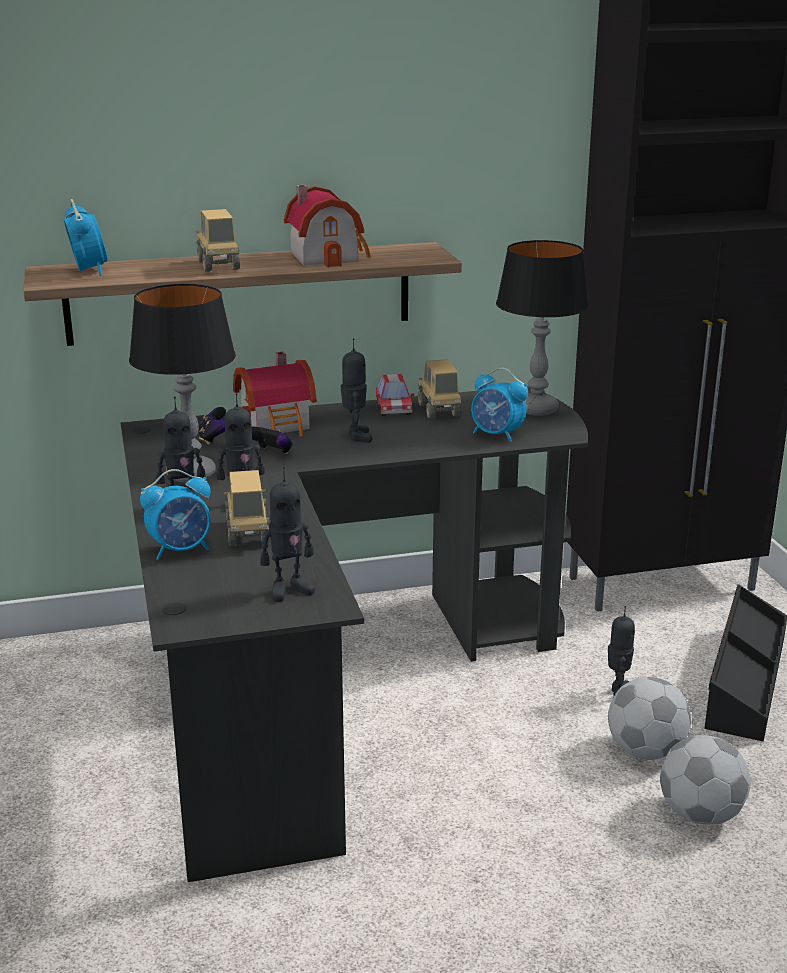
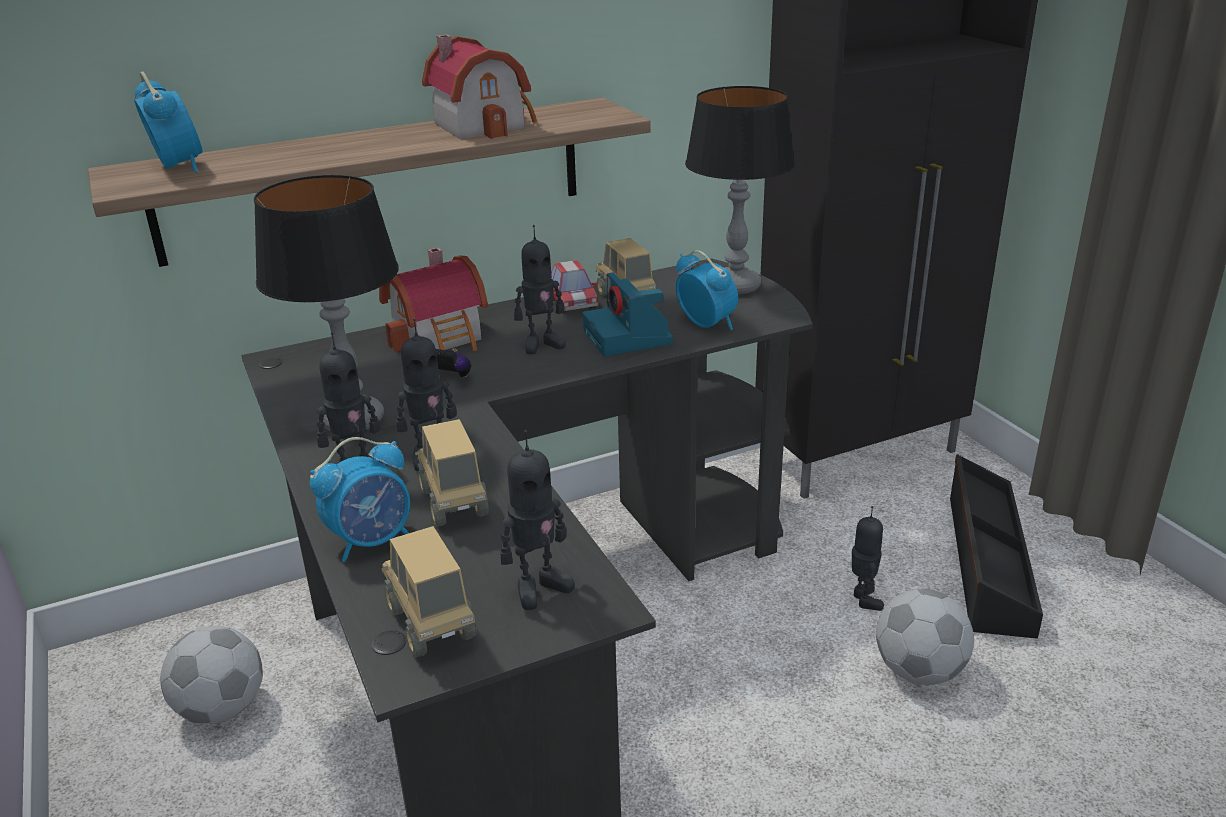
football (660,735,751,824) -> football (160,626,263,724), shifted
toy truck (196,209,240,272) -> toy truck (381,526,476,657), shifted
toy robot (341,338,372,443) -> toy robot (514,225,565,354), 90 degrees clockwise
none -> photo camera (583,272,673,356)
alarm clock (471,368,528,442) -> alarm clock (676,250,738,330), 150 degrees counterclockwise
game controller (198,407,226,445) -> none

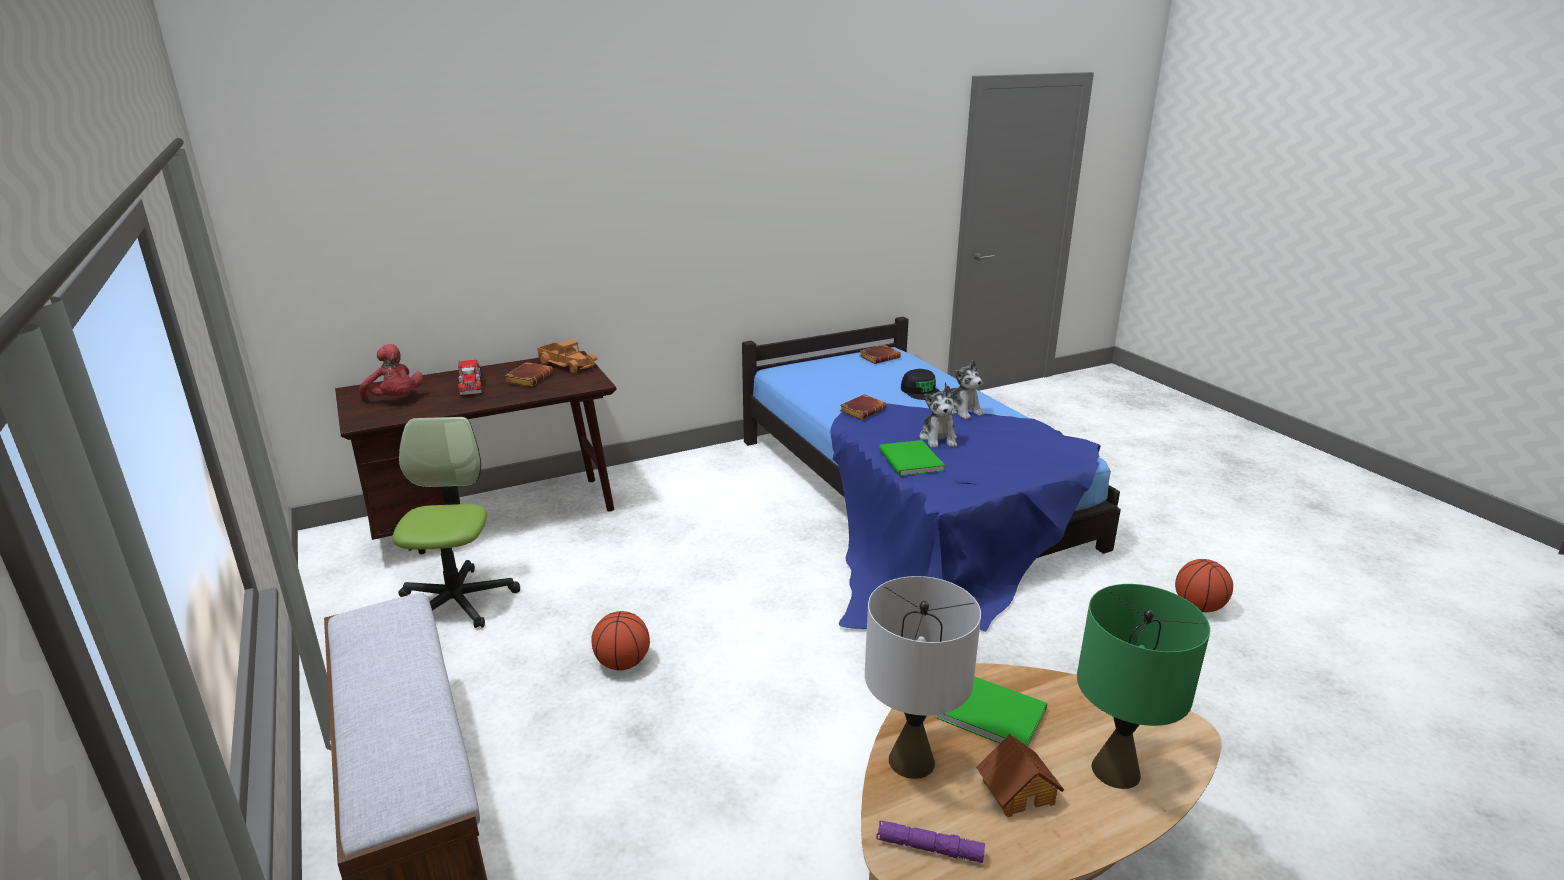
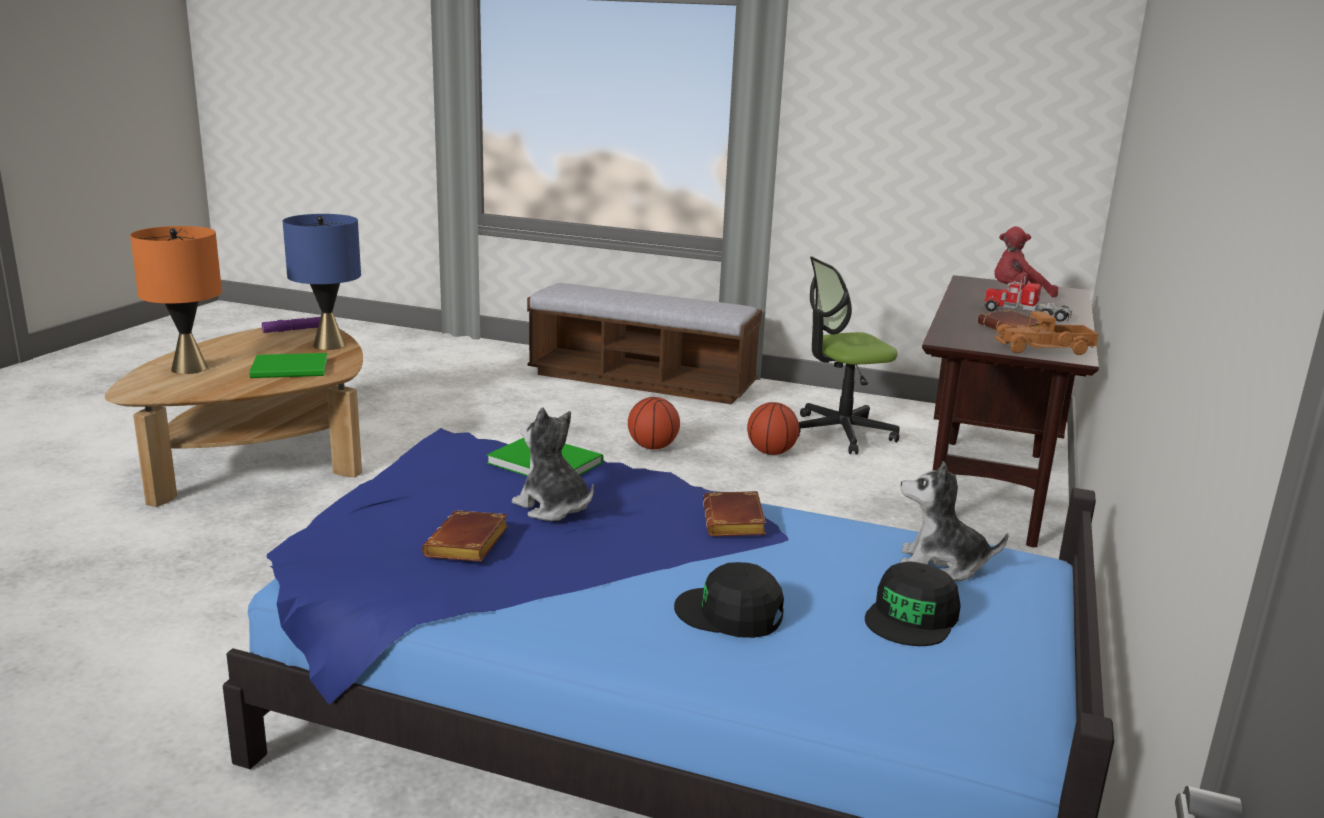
table lamp in green (1077,584,1210,789) -> table lamp in orange (130,226,222,374)
table lamp in grey (865,576,981,779) -> table lamp in blue (283,214,361,350)
book in brown (859,345,901,364) -> book in brown (422,510,509,562), shifted
basketball (1175,559,1233,612) -> basketball (747,402,799,455), shifted
office chair (392,417,520,628) -> office chair (798,257,900,454), 120 degrees clockwise
none -> cap in black (865,561,961,646)
plush toy (945,360,984,420) -> plush toy (900,461,1009,581), shifted
toy house (976,733,1064,817) -> none

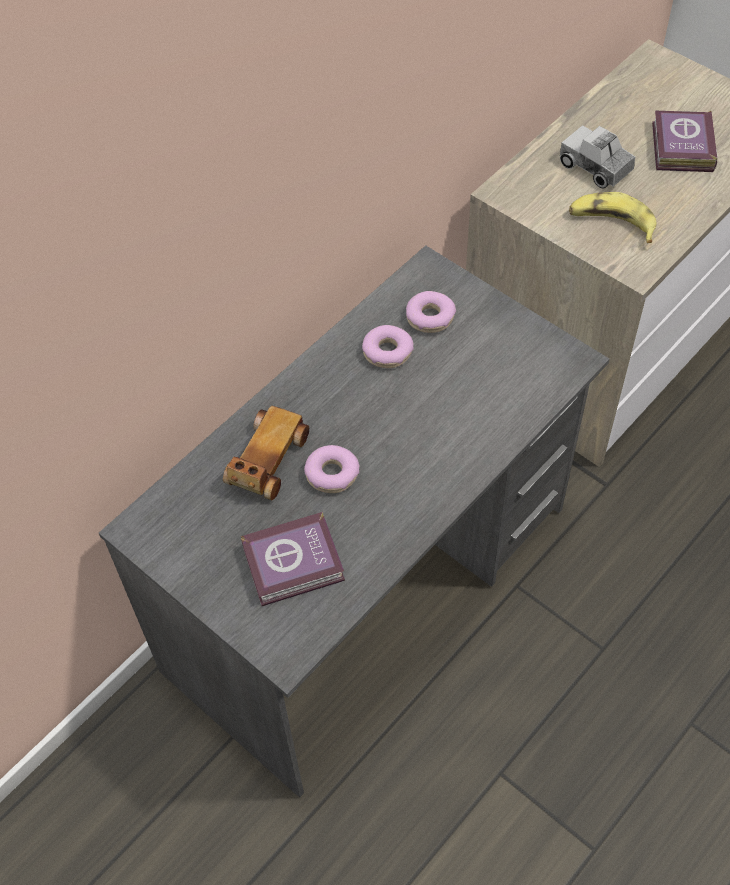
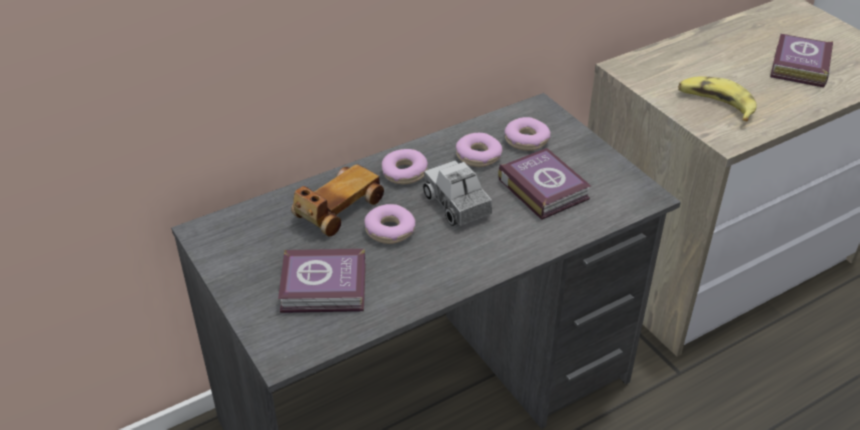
none -> donut (382,149,428,184)
toy truck (560,125,635,189) -> toy truck (423,161,492,226), shifted
none -> book (498,148,591,220)

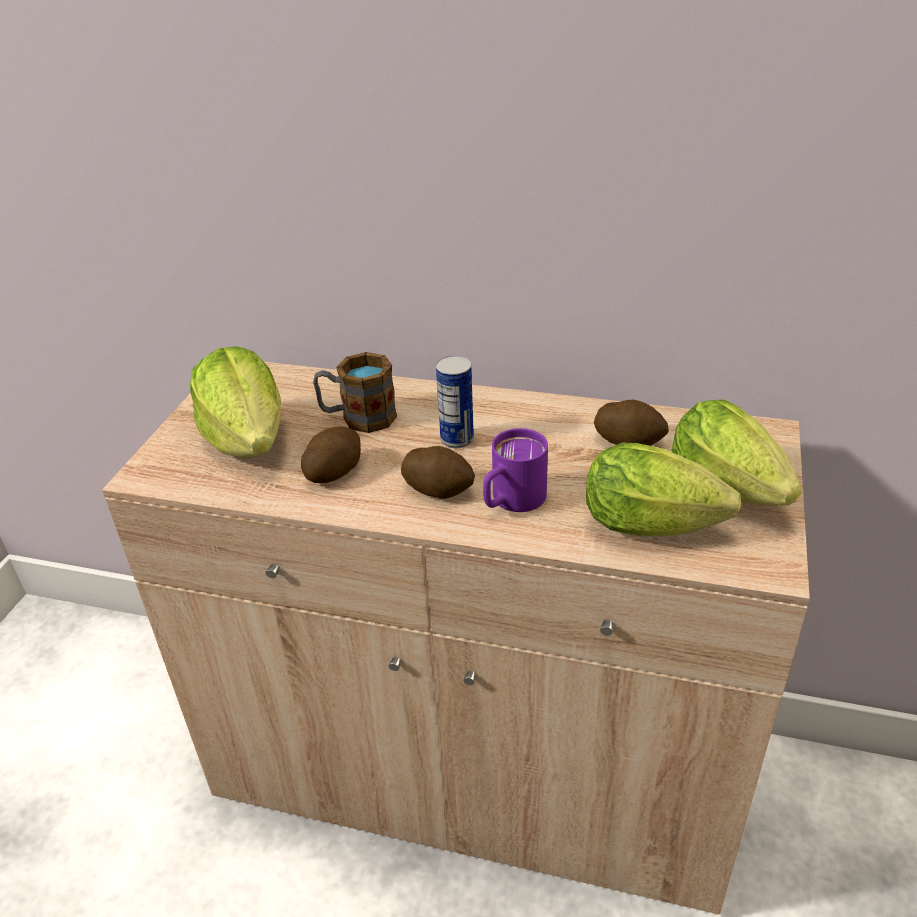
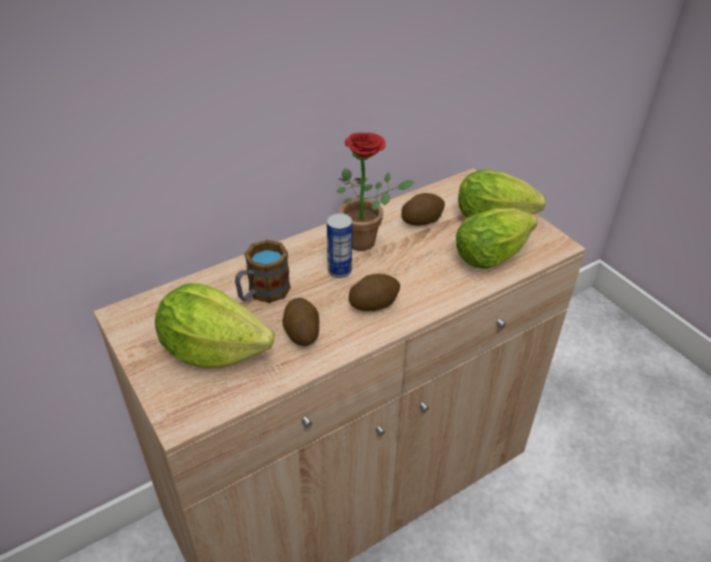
none -> potted plant (337,132,415,251)
mug in purple (483,428,548,512) -> none

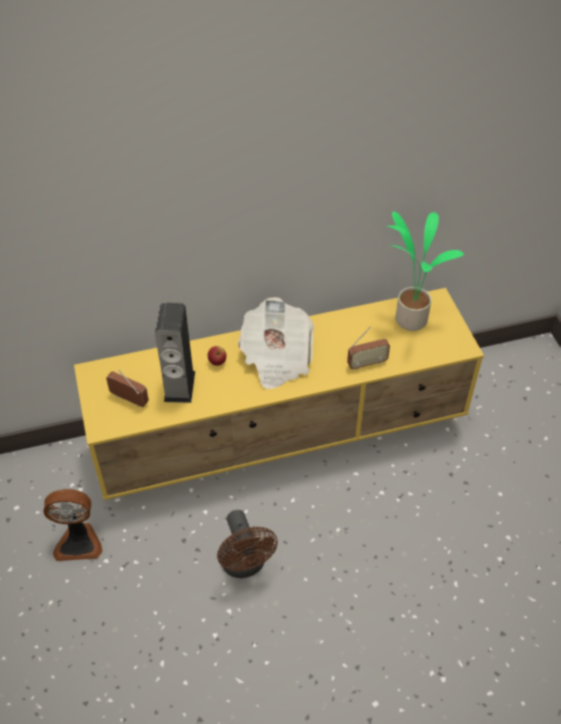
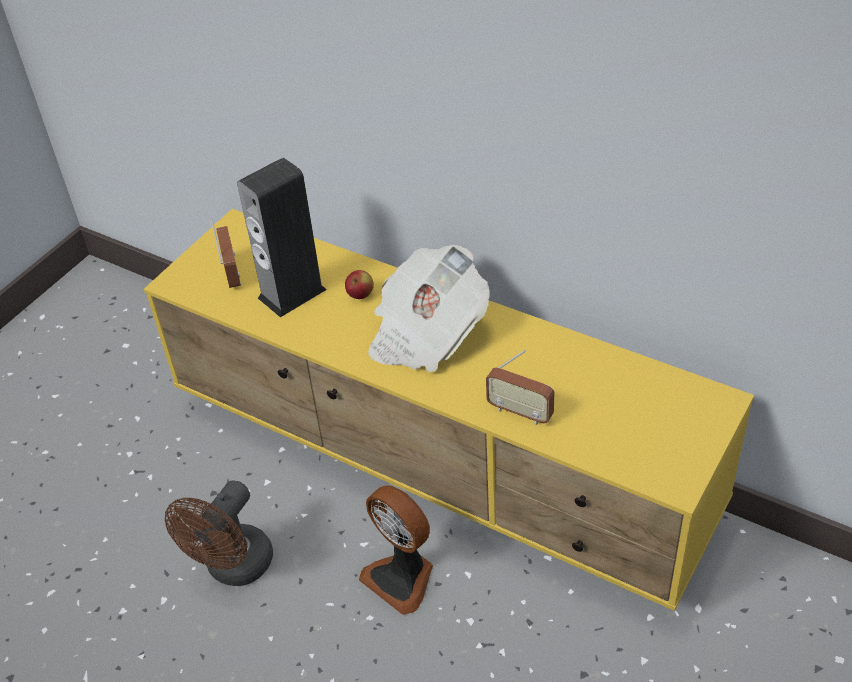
fan (43,489,102,561) -> fan (359,485,433,615), shifted
potted plant (386,212,464,331) -> none

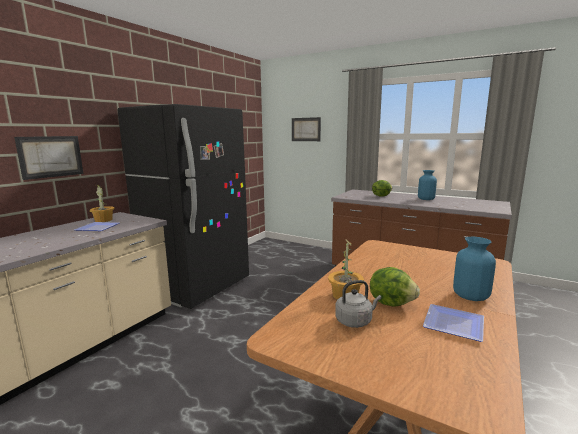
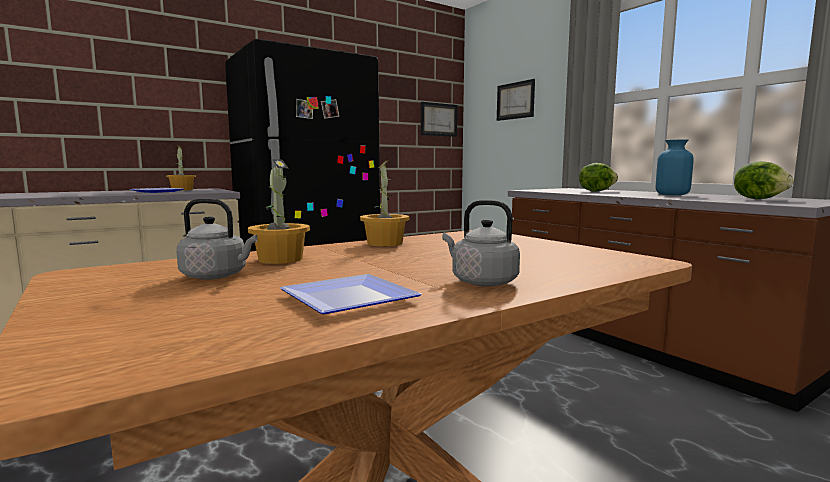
none -> potted plant (360,161,409,246)
picture (14,136,83,180) -> picture (421,102,458,137), shifted
vase in blue (453,237,496,301) -> kettle in grey (442,200,520,287)
lettuce (370,267,420,306) -> lettuce (734,161,794,199), shifted

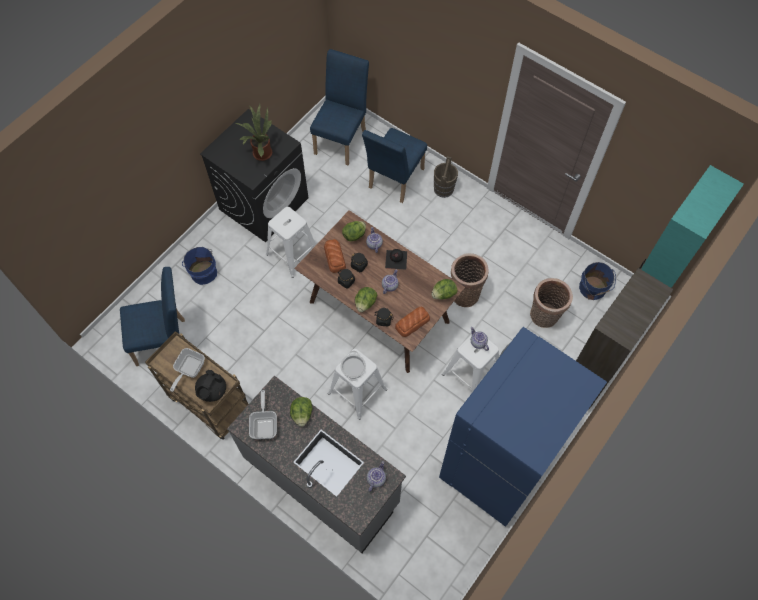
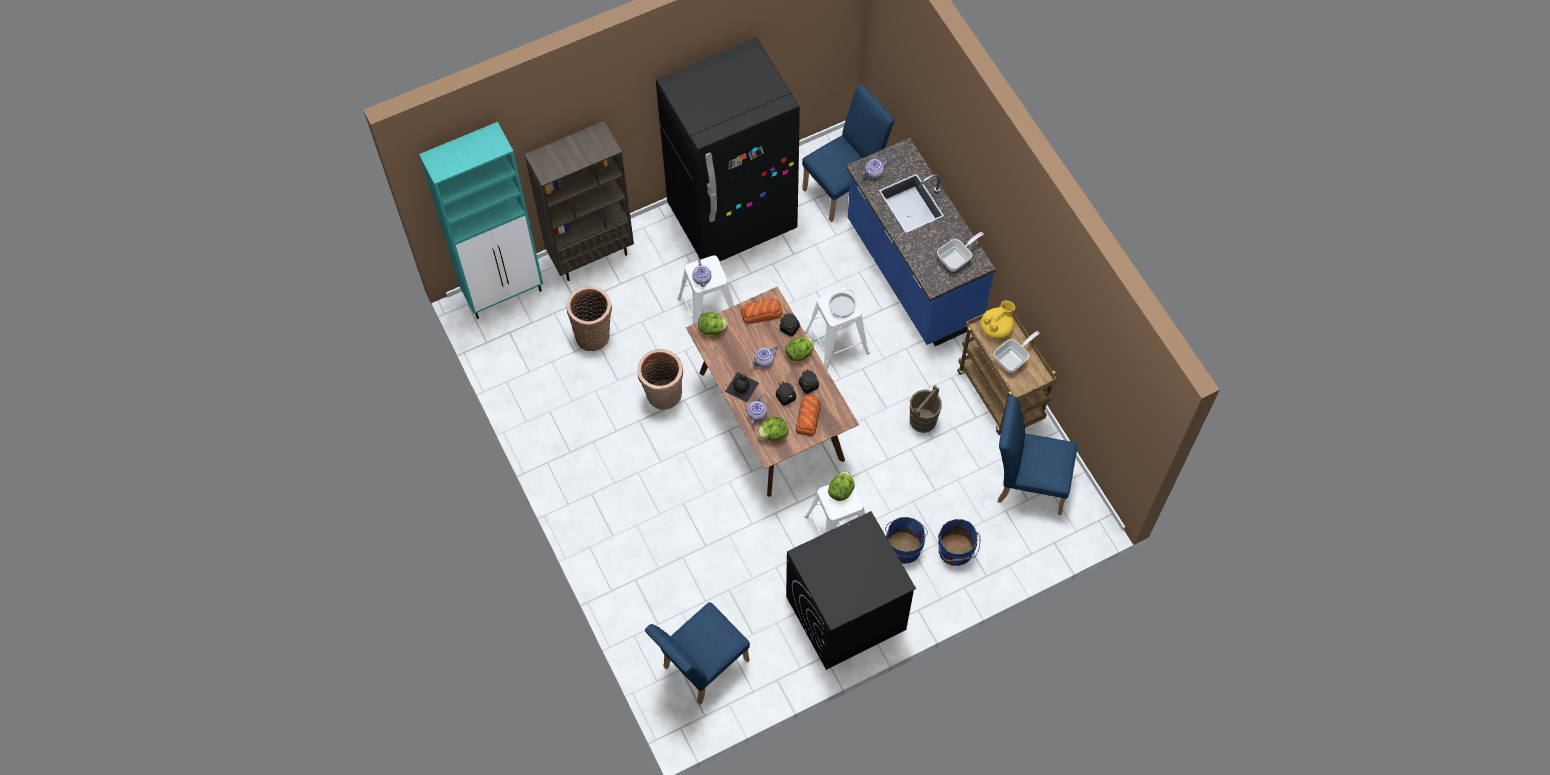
fridge in blue (439,327,607,527) -> fridge in black (656,38,800,261)
chair in blue (362,128,427,203) -> chair in blue (802,85,895,222), shifted
lettuce (290,397,312,427) -> lettuce (828,471,854,501), shifted
counter in grey (227,376,406,553) -> counter in blue (846,138,996,346)
bucket in blue (579,262,616,300) -> bucket in blue (885,517,928,564), shifted
bucket in brown (434,157,458,198) -> bucket in brown (910,385,942,433), shifted
frying pan (249,390,277,439) -> frying pan (937,232,984,271), 150 degrees counterclockwise
teapot in black (195,370,226,402) -> teapot in yellow (981,301,1015,339)
potted plant (236,104,272,161) -> none

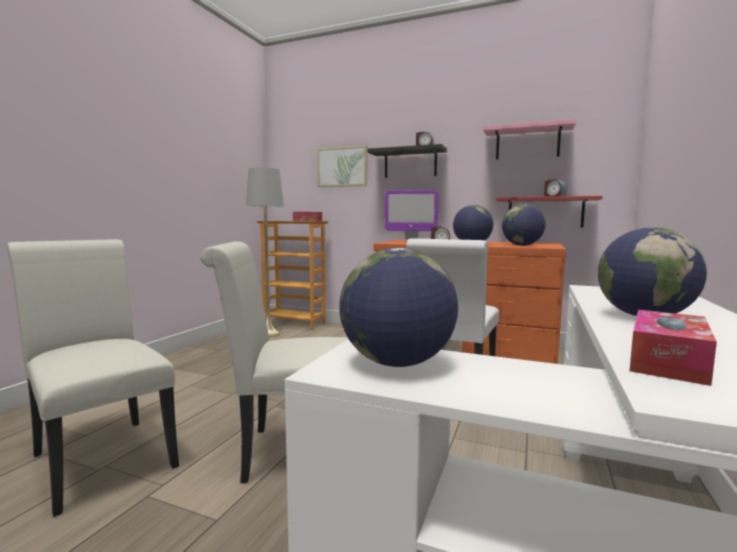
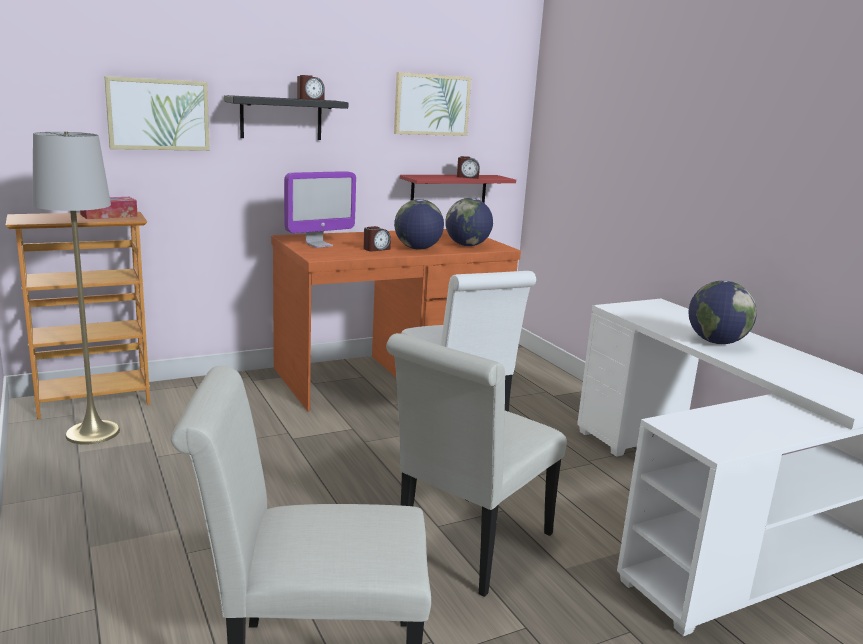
shelf in pink (483,119,576,159) -> picture (394,72,471,136)
globe (340,248,458,367) -> none
tissue box (630,310,717,386) -> none

